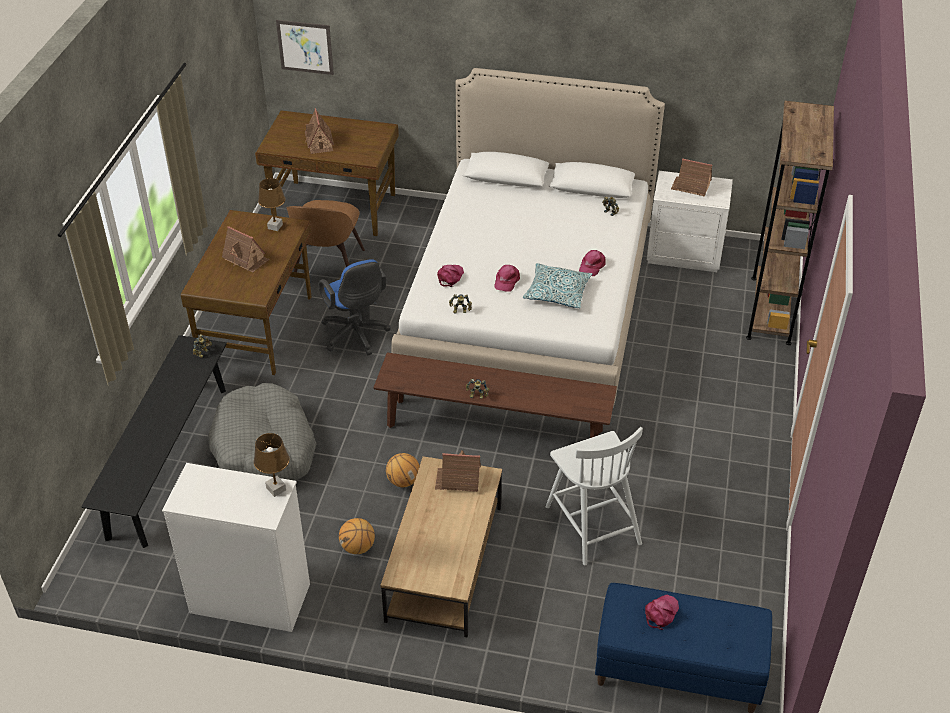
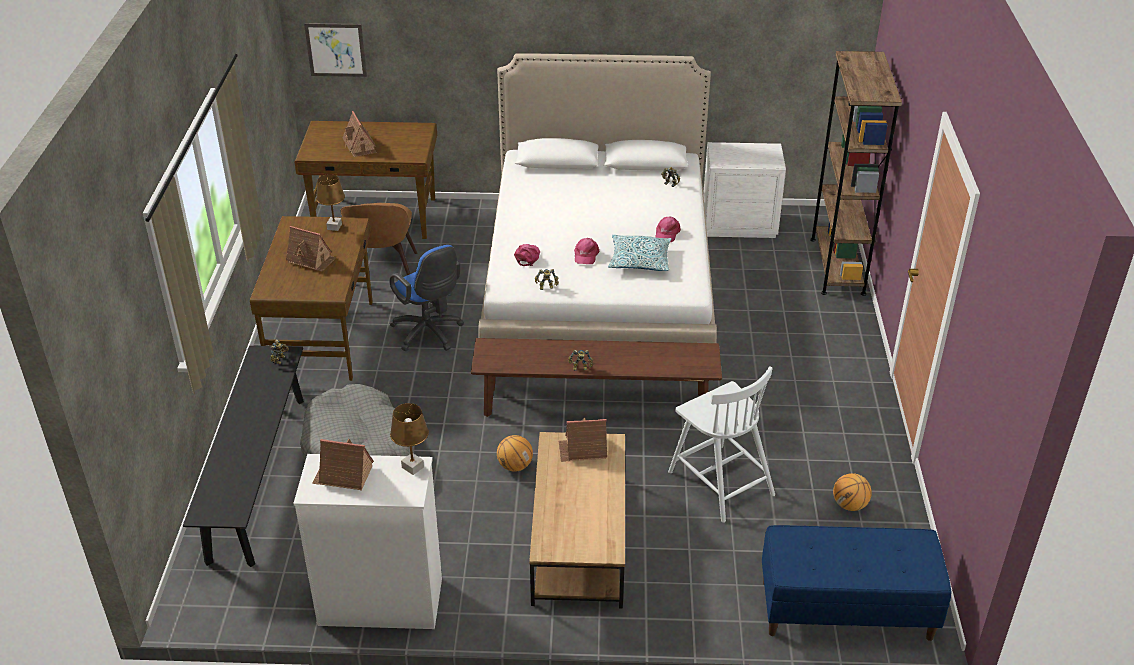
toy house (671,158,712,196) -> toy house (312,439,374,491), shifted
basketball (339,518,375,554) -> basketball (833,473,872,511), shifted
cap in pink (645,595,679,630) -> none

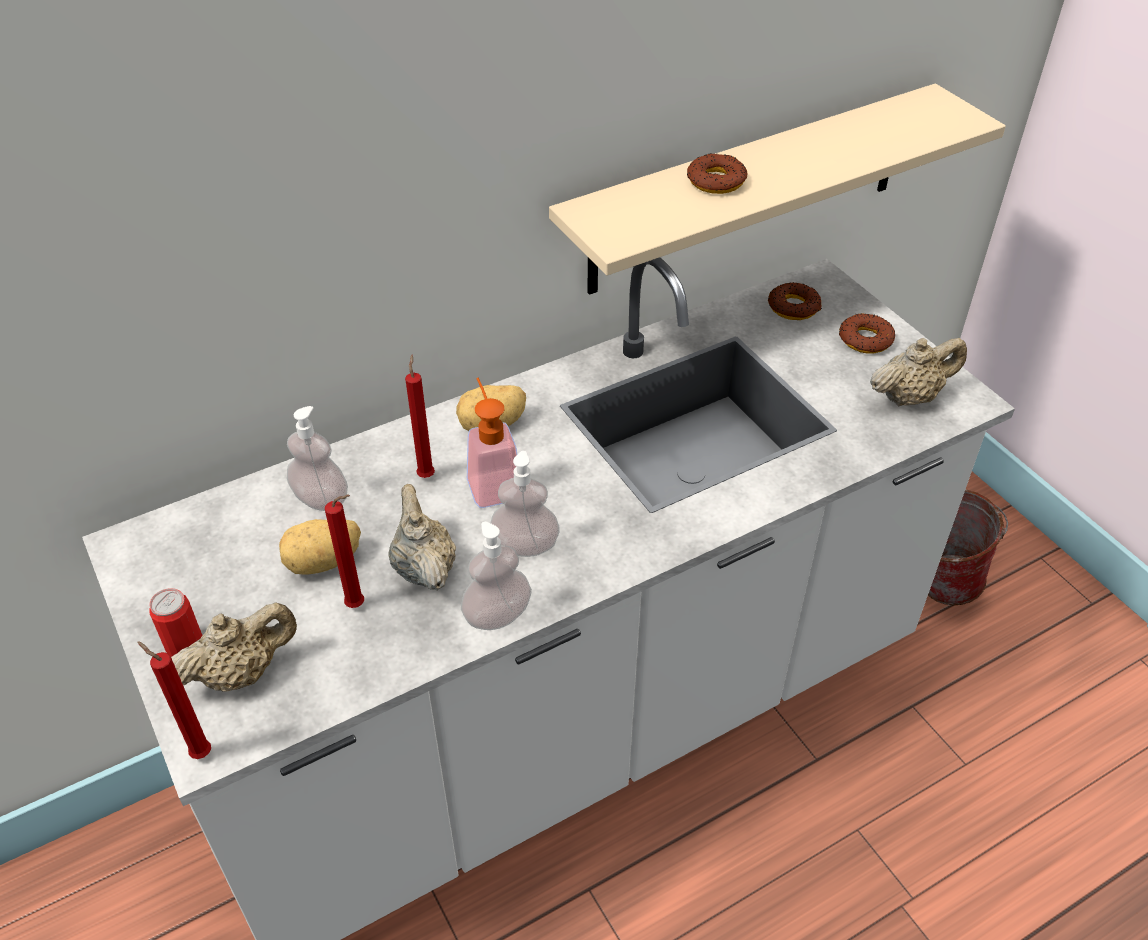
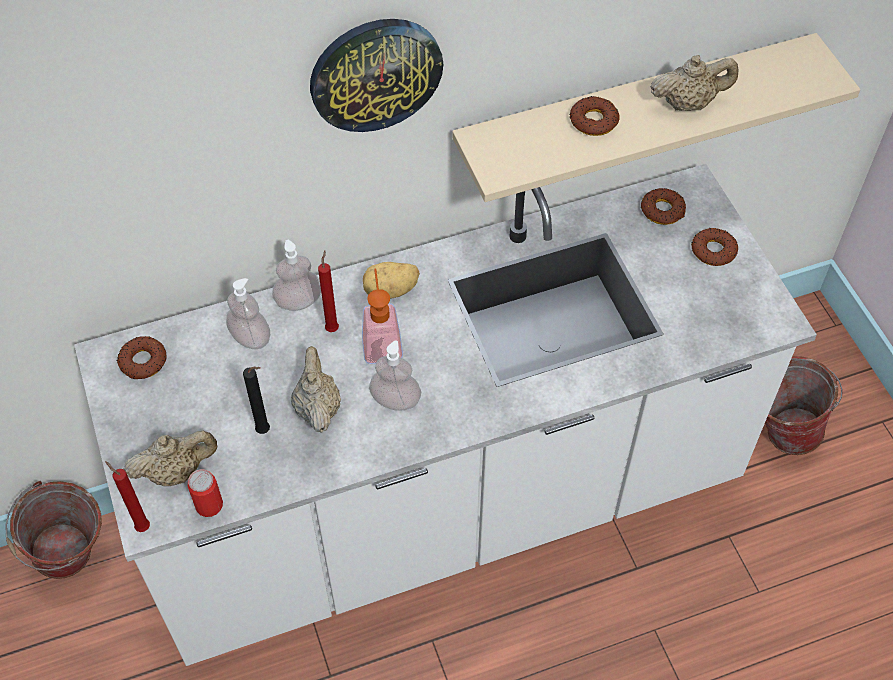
none -> bucket (5,481,102,579)
none -> donut (117,336,167,379)
can (149,588,203,657) -> can (188,469,223,517), shifted
candle in red (325,495,364,608) -> candle in black (243,366,270,434)
soap dispenser (461,522,532,630) -> soap dispenser (272,240,321,311), shifted
none -> wall clock (310,19,444,132)
teapot in beige (870,338,967,406) -> teapot in beige (651,55,739,111), shifted
potato (279,519,361,575) -> none

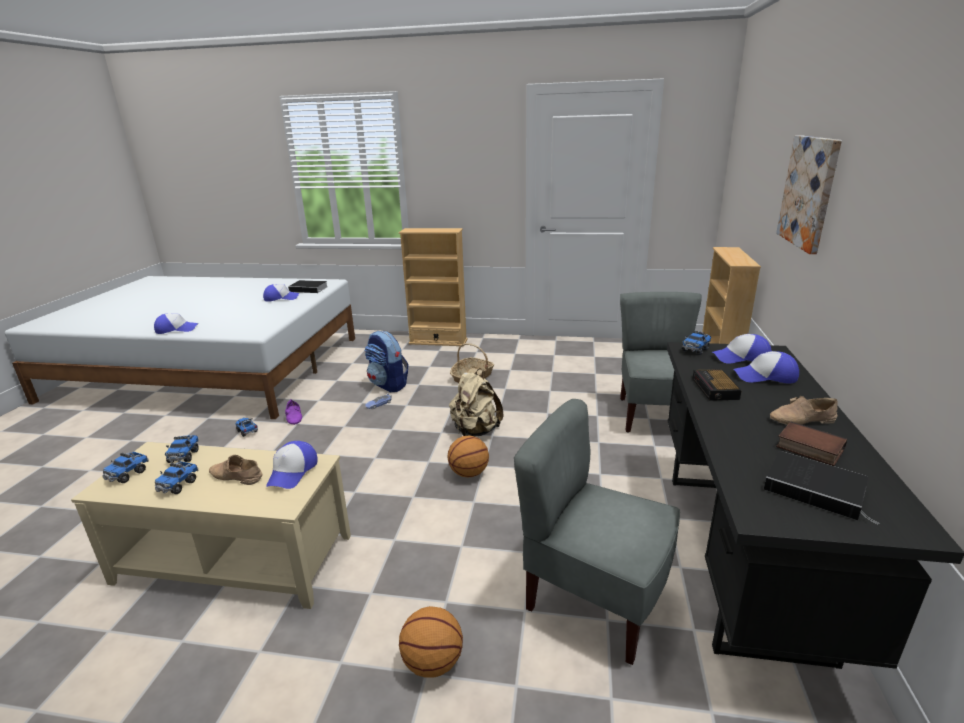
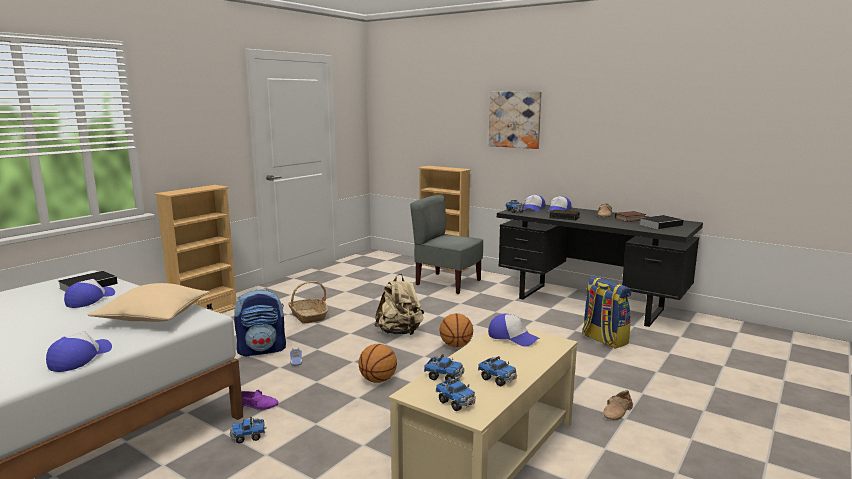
none -> pillow in beige (88,283,210,322)
basketball (399,606,463,678) -> basketball (358,344,397,383), shifted
chair in grey (514,399,680,665) -> backpack (582,276,631,349)
shoe in beige (209,455,263,485) -> shoe in beige (604,390,633,420), shifted

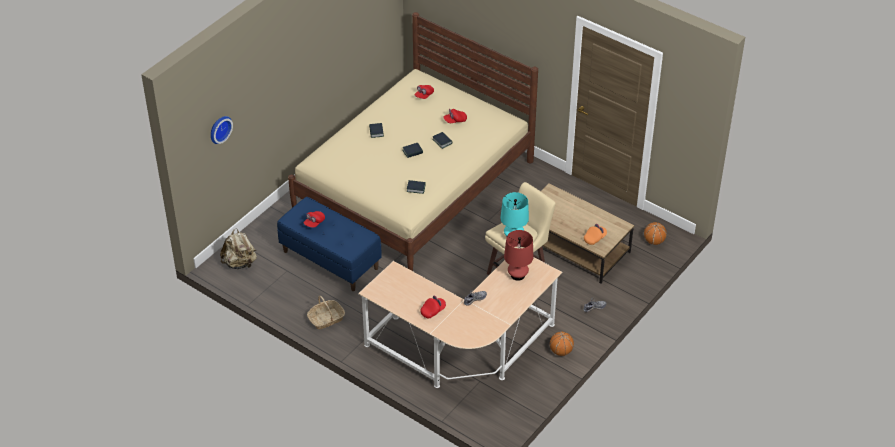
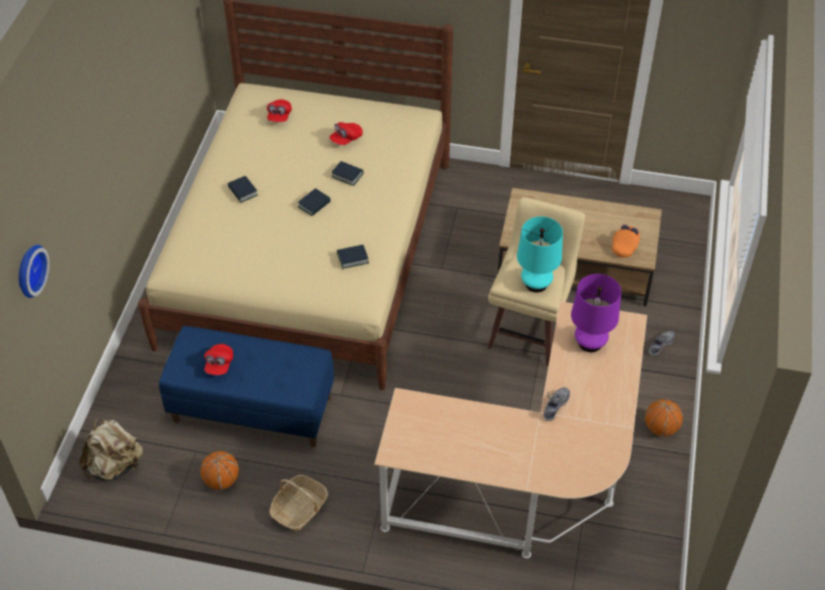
basketball (644,222,667,245) -> basketball (200,451,239,490), shifted
table lamp in red (504,230,533,281) -> table lamp in purple (571,274,621,352)
cap in red (421,296,446,318) -> none

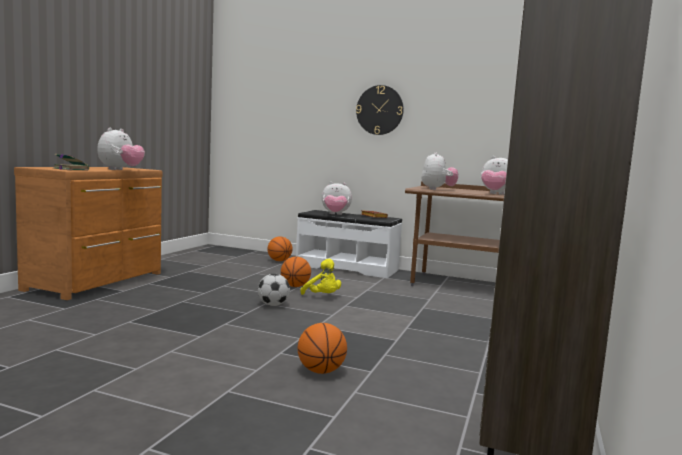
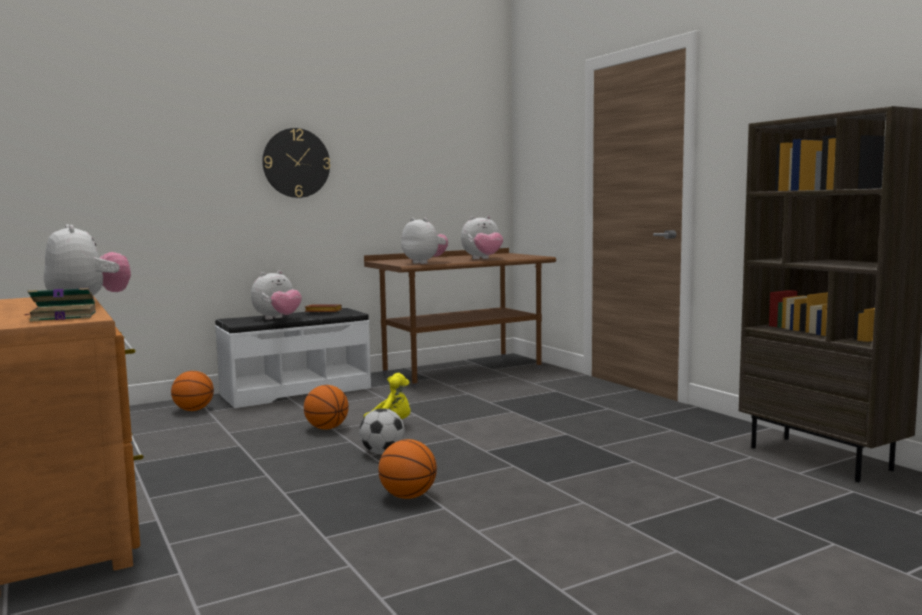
basketball (298,323,347,374) -> basketball (378,439,437,499), shifted

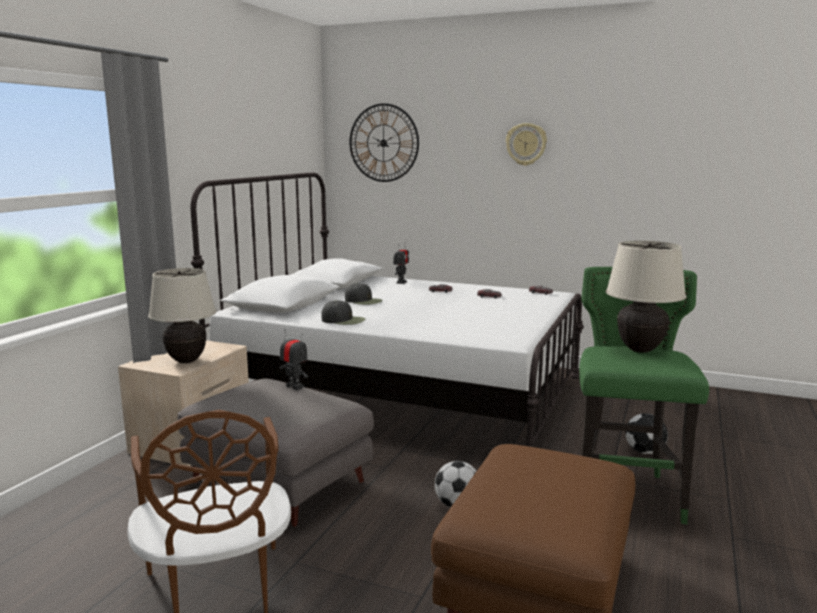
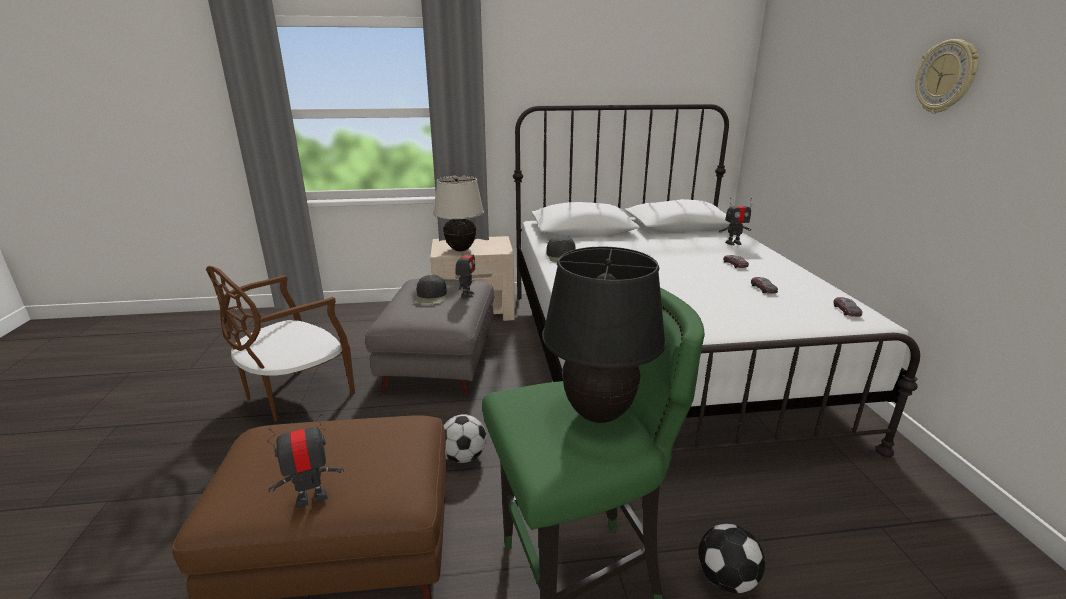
none -> toy robot (267,414,344,508)
cap in black (345,283,383,305) -> cap in black (413,275,447,305), shifted
table lamp in beige (606,241,686,353) -> table lamp in black (542,247,666,423)
wall clock (349,103,419,182) -> none

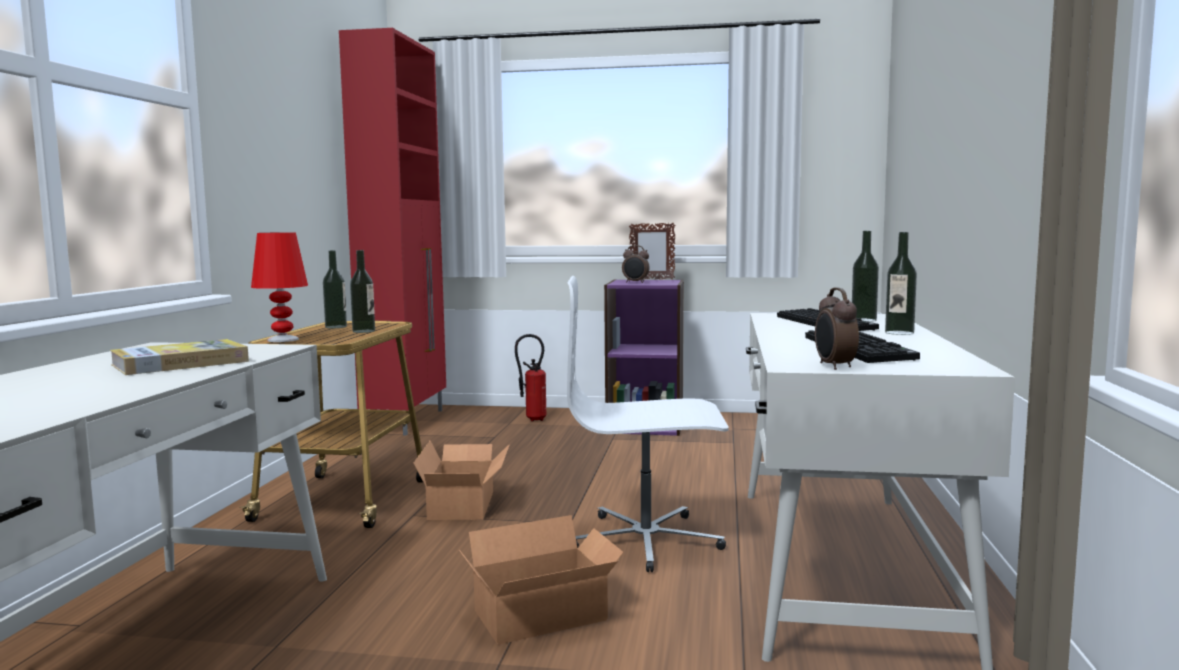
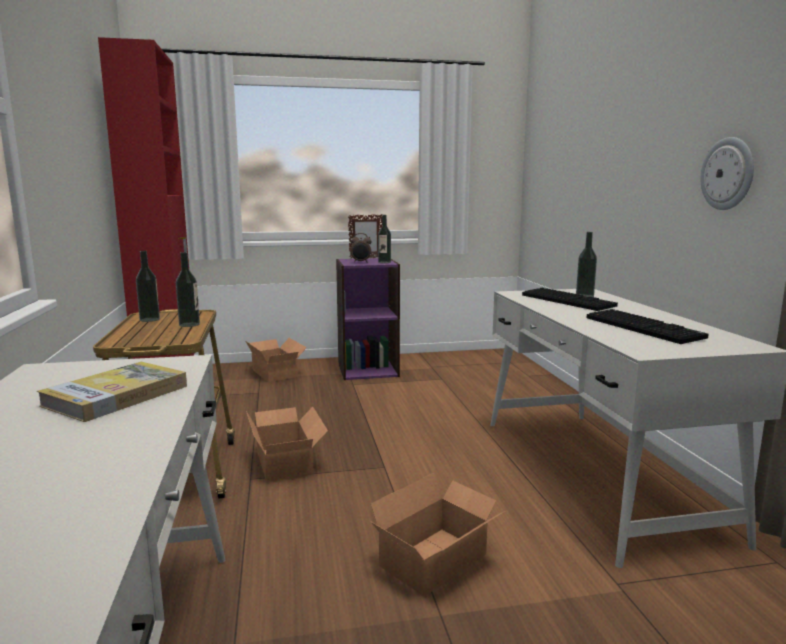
fire extinguisher (515,334,547,421) -> cardboard box (246,338,307,382)
bottle (885,232,917,335) -> bottle (378,215,391,263), shifted
none -> wall clock (701,137,754,210)
table lamp in red (251,232,308,342) -> none
office chair in white (567,276,729,572) -> none
alarm clock (815,288,859,370) -> none

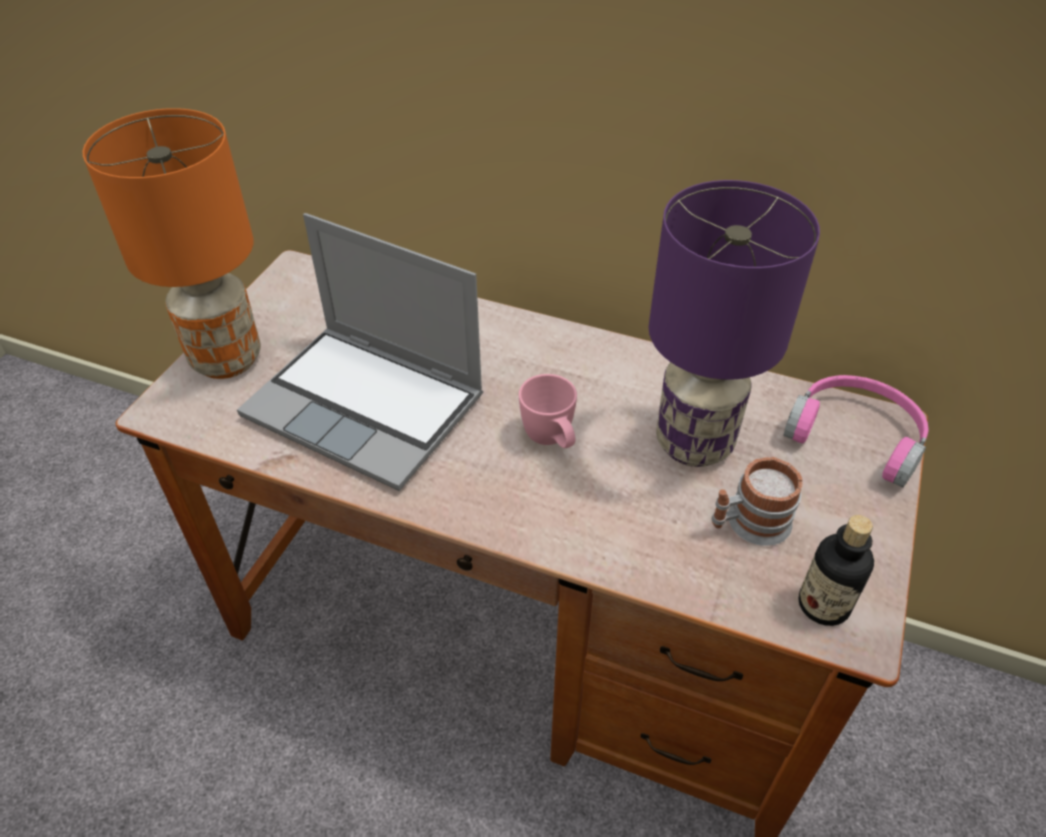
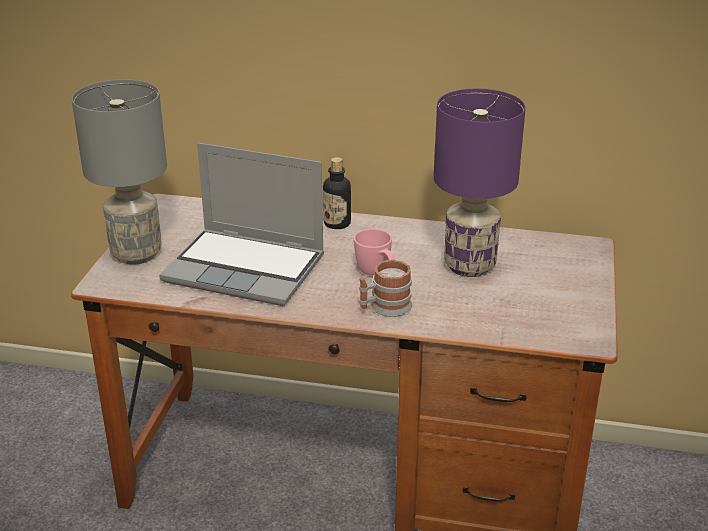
table lamp in orange (83,108,261,379) -> table lamp in grey (72,79,167,265)
bottle (798,515,874,626) -> bottle (323,157,351,229), shifted
mug (712,457,803,546) -> mug (359,259,412,317), shifted
headphones in pink (783,375,929,487) -> none

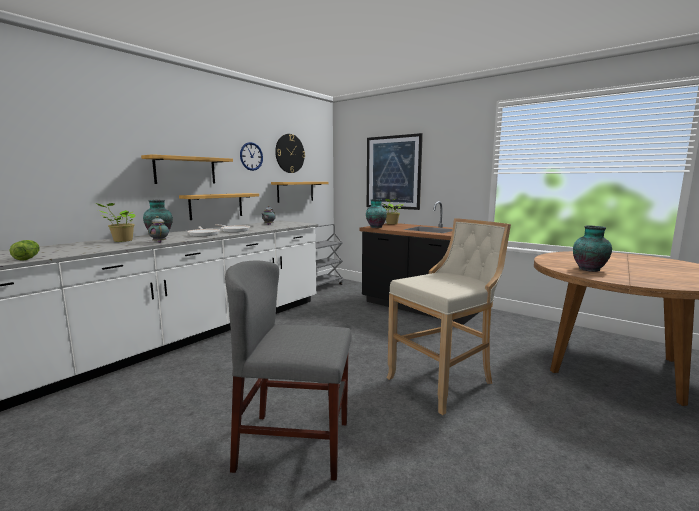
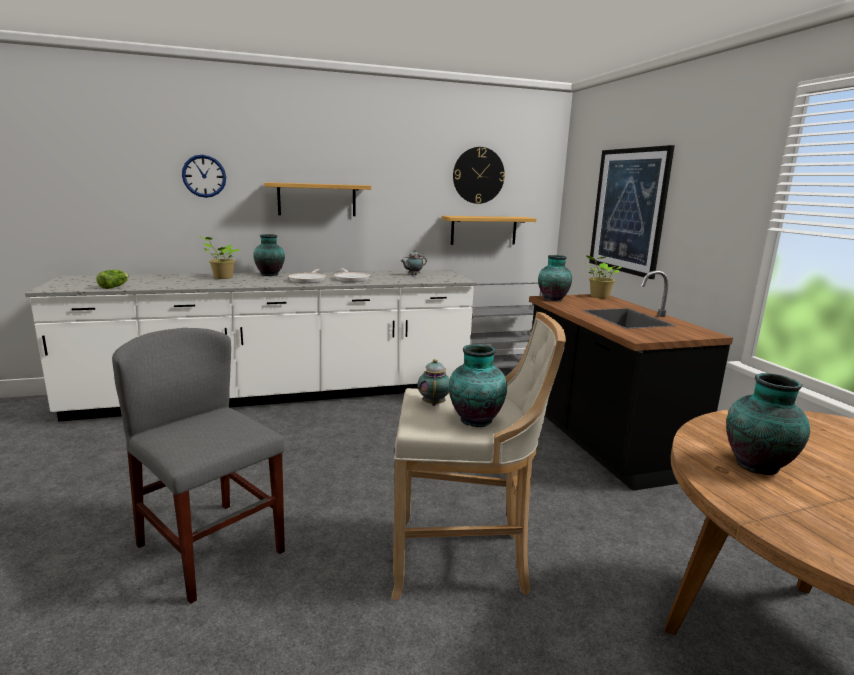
wall clock (240,142,263,171) -> wall clock (182,155,226,198), shifted
teapot (148,216,169,243) -> teapot (417,359,450,406), shifted
none -> vase (449,344,507,427)
shelf (179,193,259,220) -> none

